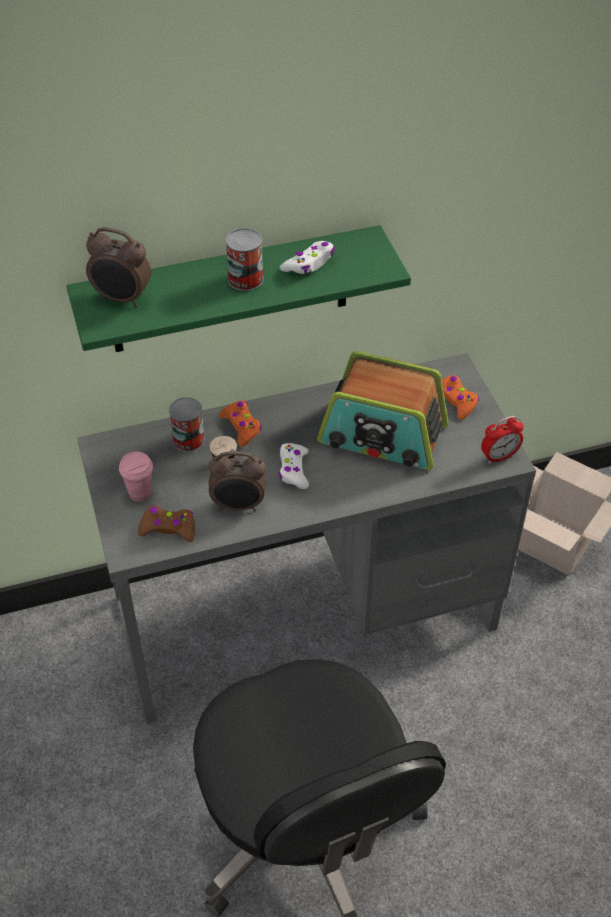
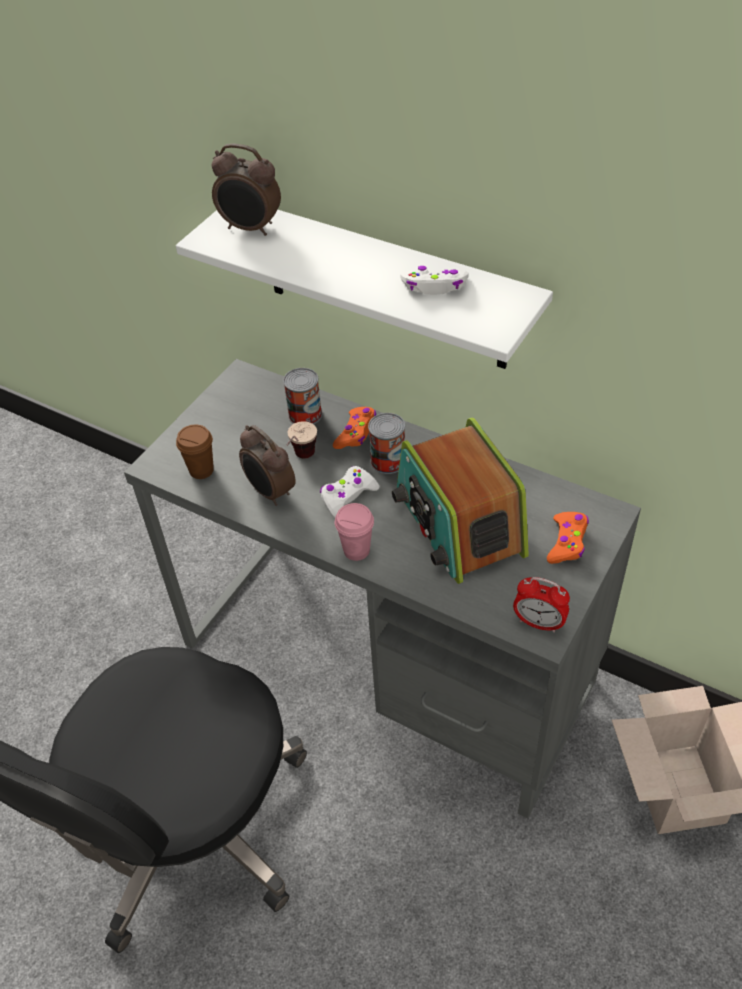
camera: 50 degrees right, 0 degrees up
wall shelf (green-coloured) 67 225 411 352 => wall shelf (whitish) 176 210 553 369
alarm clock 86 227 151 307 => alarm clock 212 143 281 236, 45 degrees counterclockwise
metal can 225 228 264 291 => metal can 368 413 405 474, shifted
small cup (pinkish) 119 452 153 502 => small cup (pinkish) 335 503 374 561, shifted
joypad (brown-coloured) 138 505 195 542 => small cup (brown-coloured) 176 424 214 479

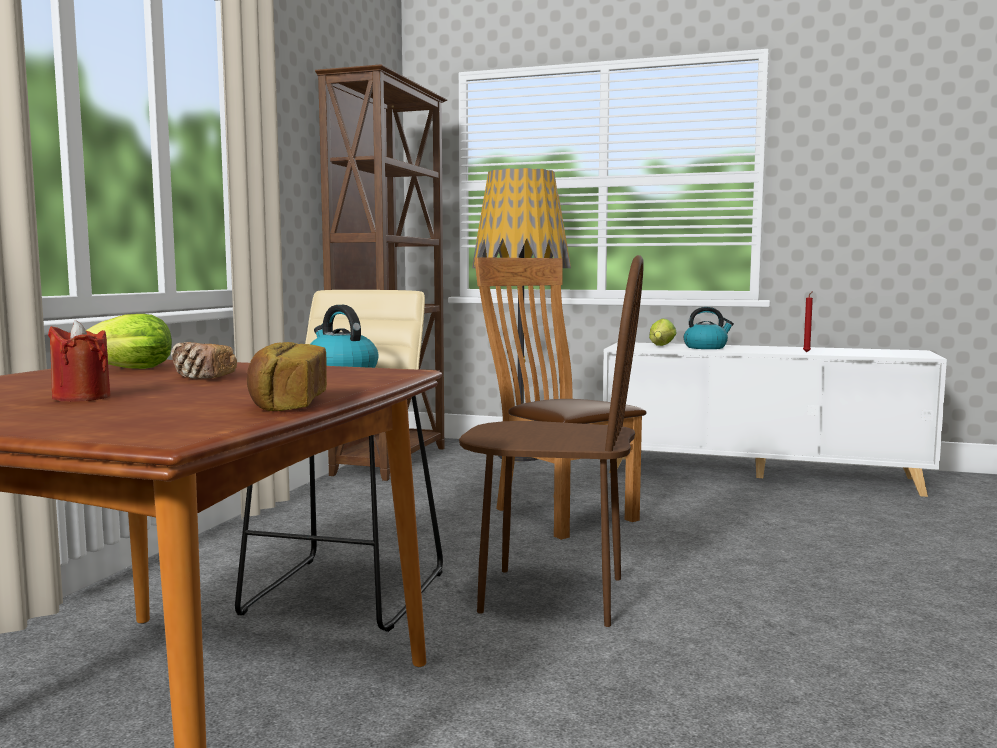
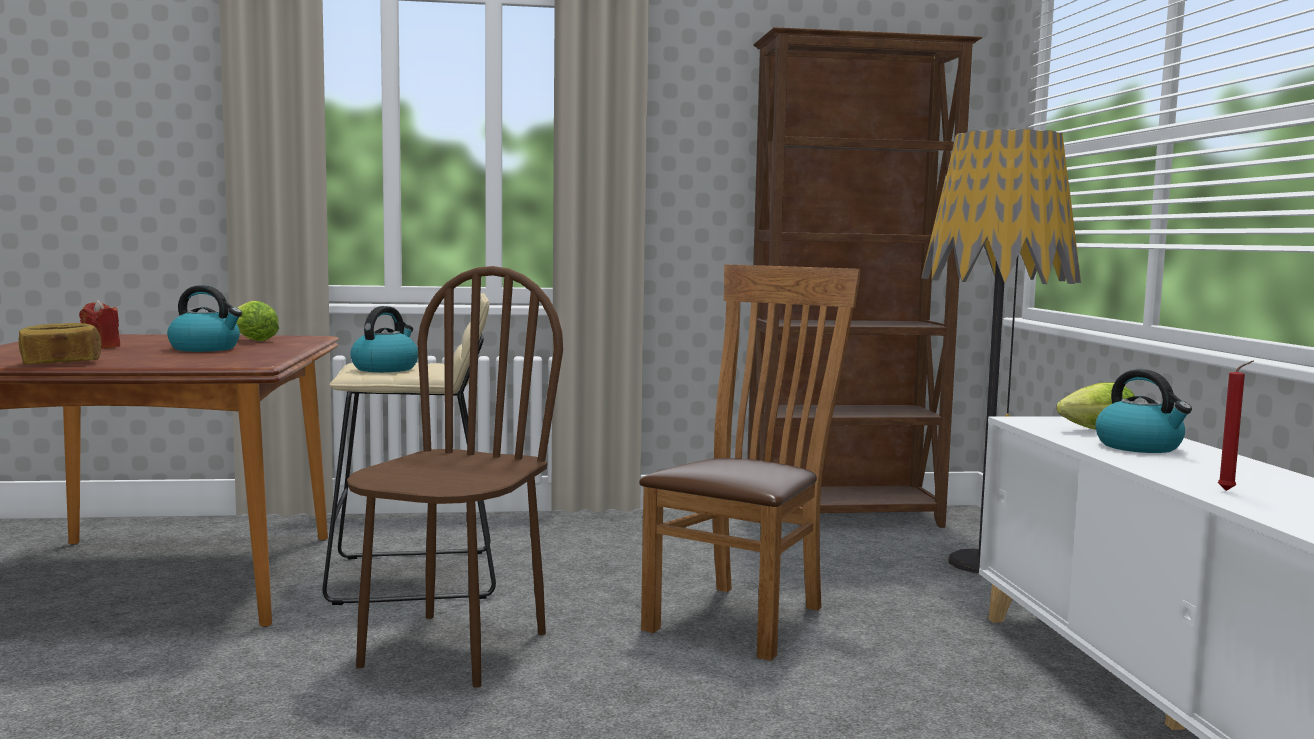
camera: 65 degrees right, 0 degrees up
plain chair (brown-coloured) 459 255 644 627 => plain chair (brown-coloured) 347 266 563 688, 150 degrees counterclockwise
bakery bread 171 342 237 379 => kettle 167 285 242 352

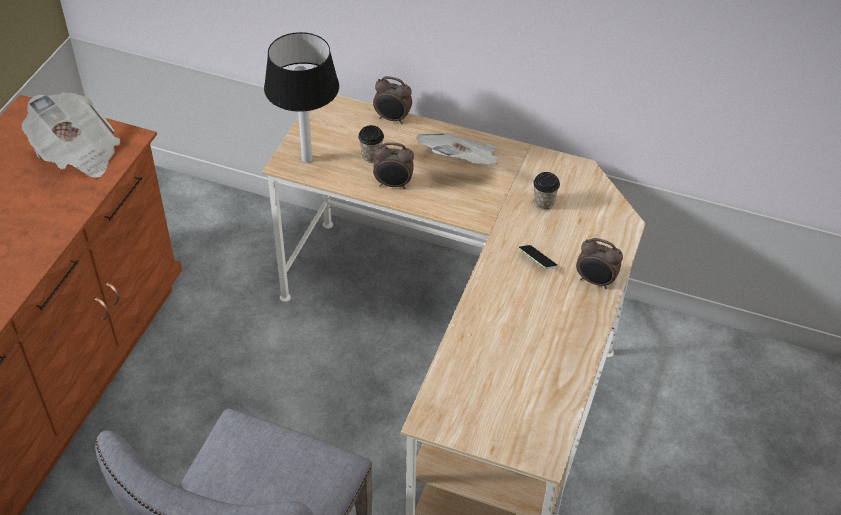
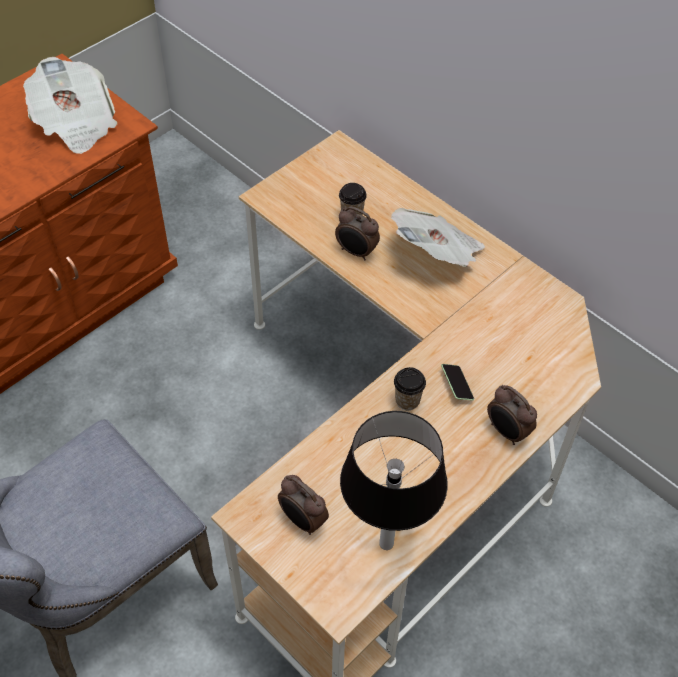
camera: 25 degrees right, 5 degrees up
lamp for a table 264 32 339 163 => lamp for a table 340 411 448 550, shifted
alarm clock 373 76 412 124 => alarm clock 278 475 329 535, shifted
small cup 533 172 560 210 => small cup 394 367 426 410, shifted

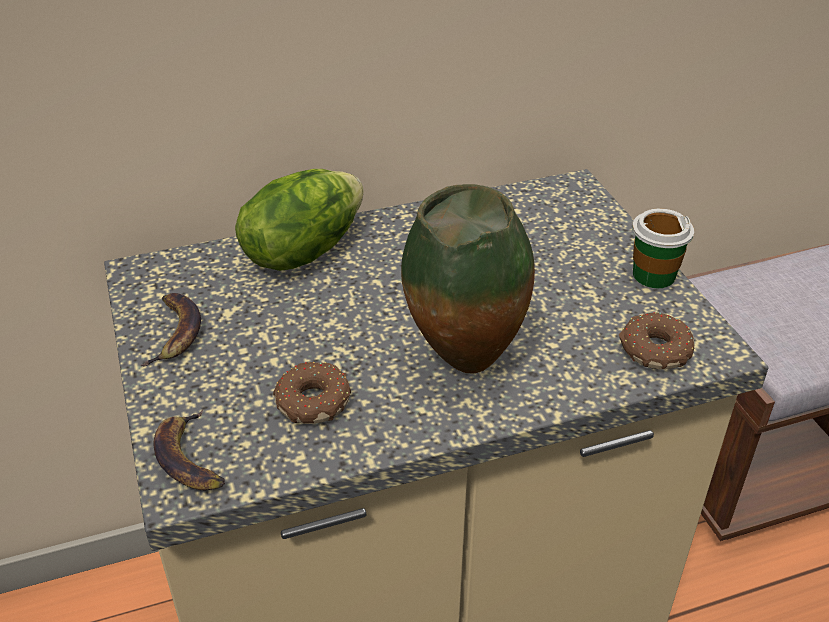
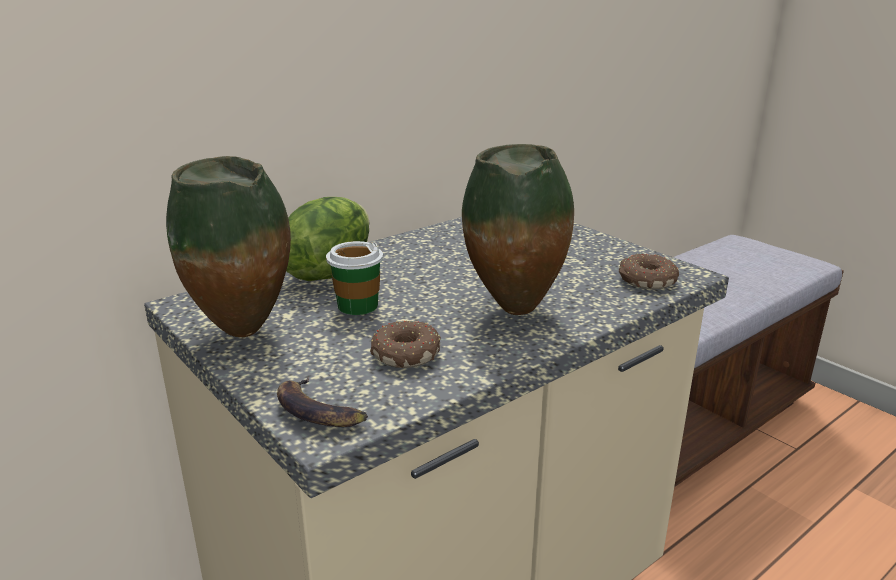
camera: 20 degrees left, 15 degrees down
small cup 632 209 694 288 => small cup 326 241 383 315, shifted
whole banana 141 293 201 366 => vase 166 156 291 337

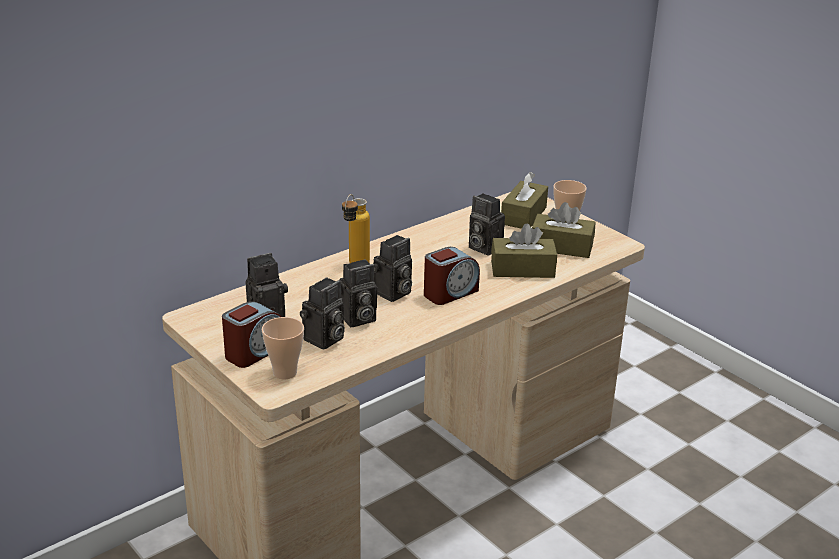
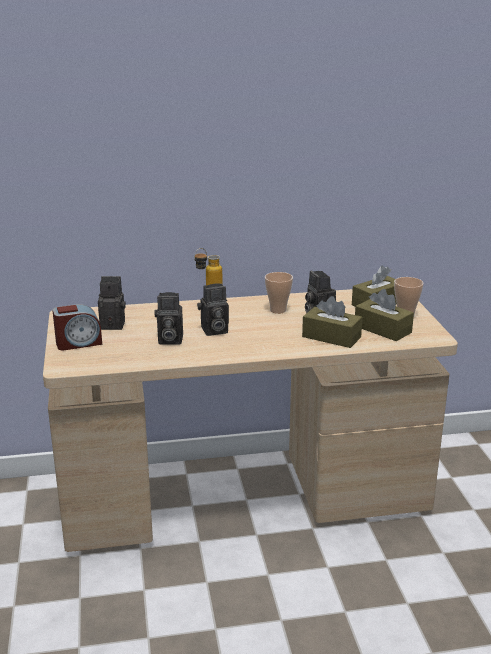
camera: 30 degrees right, 5 degrees down
alarm clock 424 247 480 305 => nothing
still camera 300 277 345 350 => nothing
small cup 262 317 304 380 => small cup 265 272 293 314, shifted

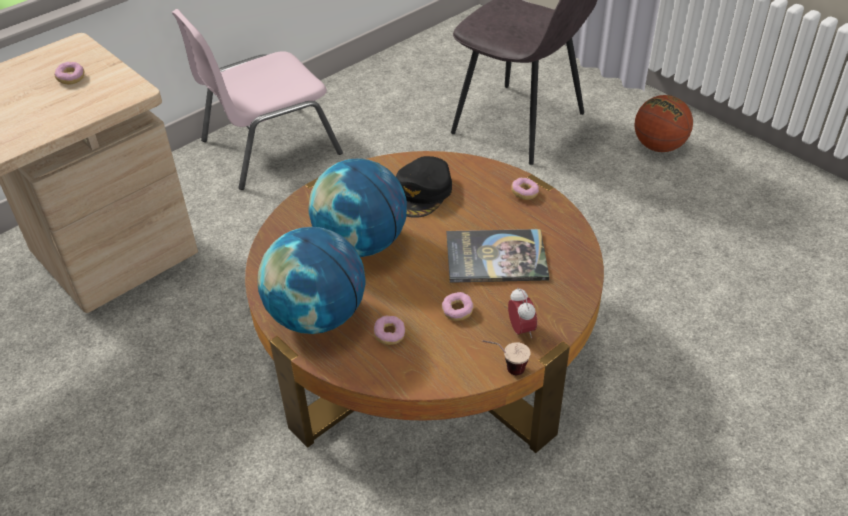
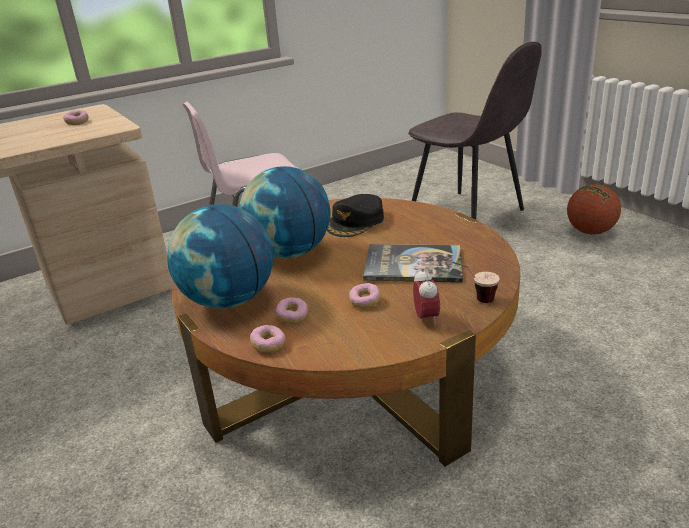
camera: 10 degrees right, 15 degrees down
ring doughnut 511 178 539 200 => ring doughnut 250 325 286 353, shifted
small cup 482 340 530 375 => small cup 452 262 500 303, shifted

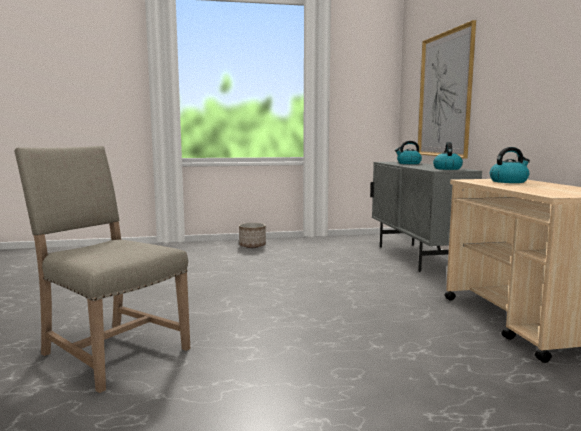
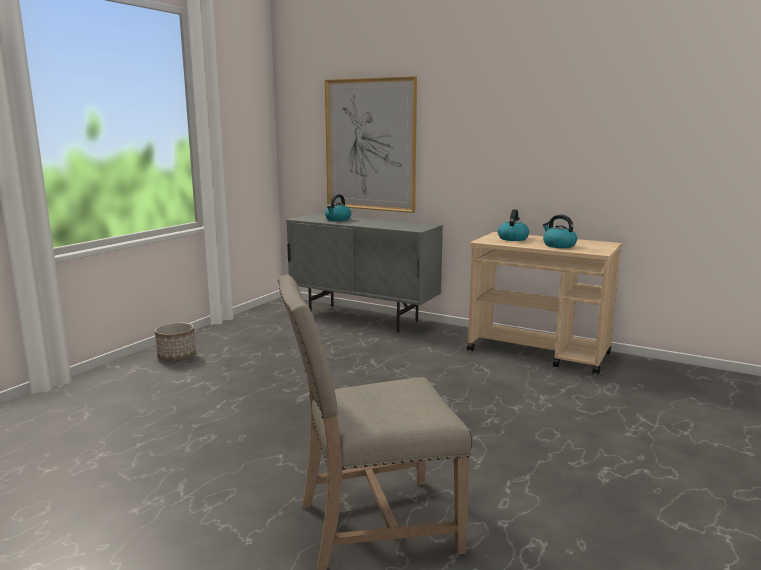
camera: 50 degrees left, 5 degrees up
kettle 433 142 463 170 => kettle 543 215 577 248, shifted

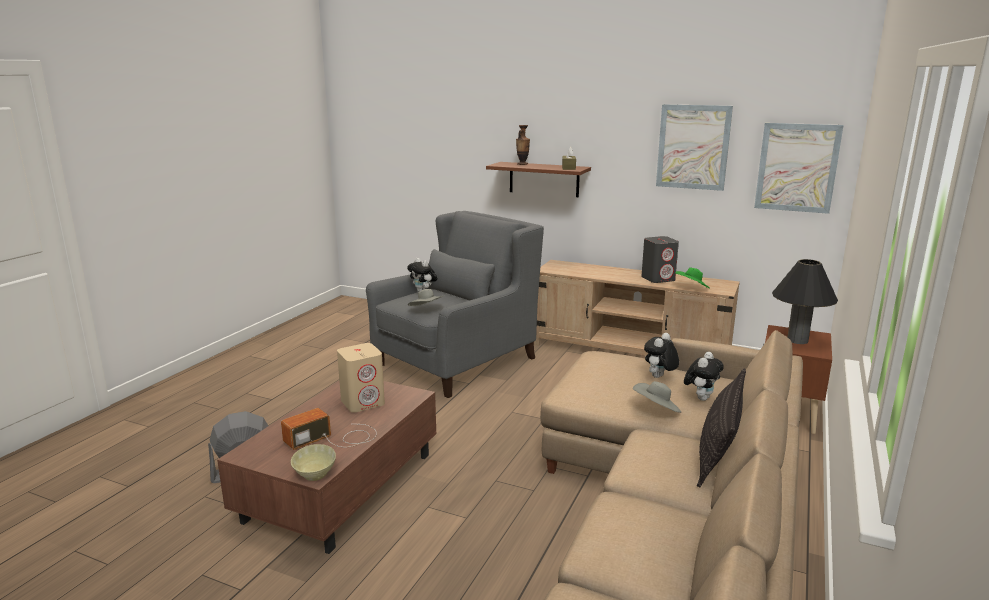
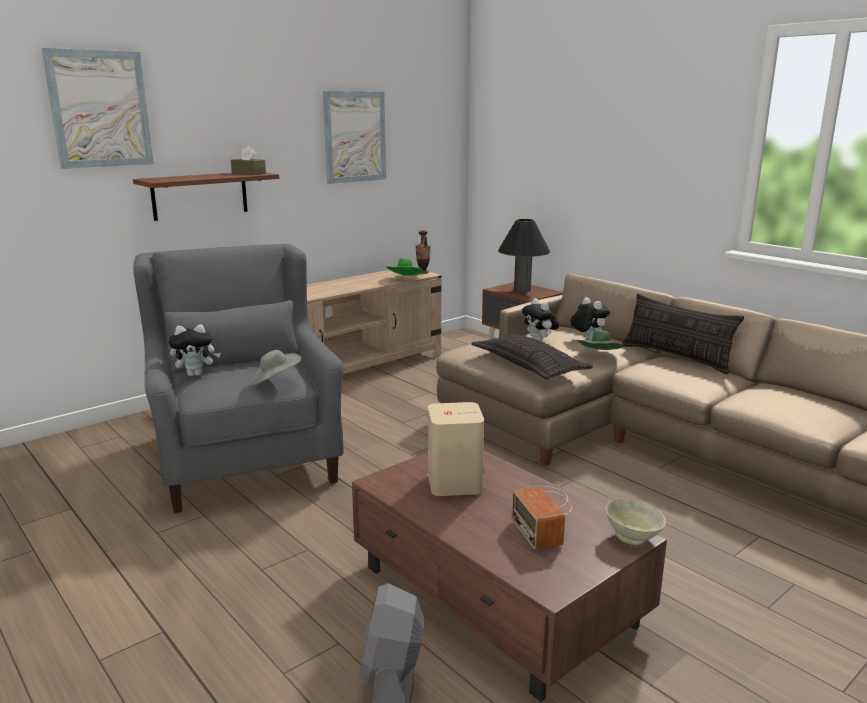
camera: 65 degrees left, 0 degrees up
picture 754 123 843 214 => picture 41 48 154 169, shifted
vase 516 125 530 165 => vase 415 230 431 274, shifted
audio speaker (greyish) 641 236 679 283 => nothing
clothing hat (greyish) 633 381 682 413 => clothing hat (green-coloured) 577 330 624 350
nothing => pillow 471 334 593 380

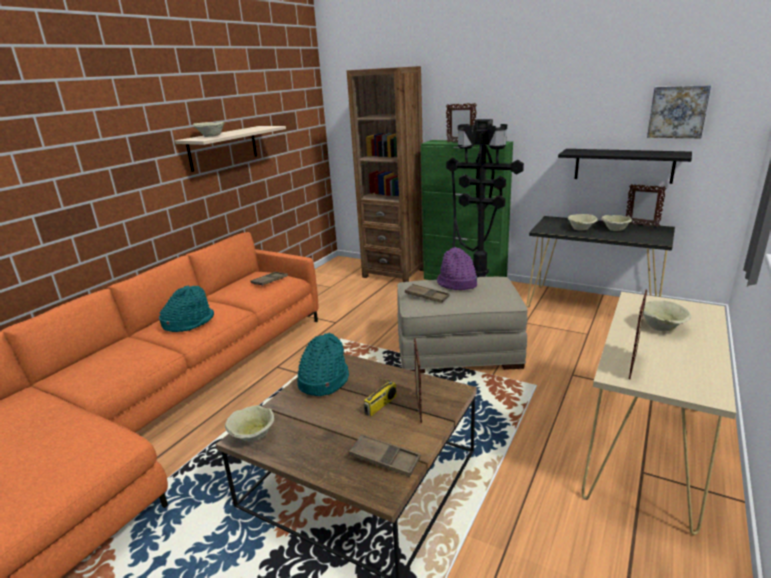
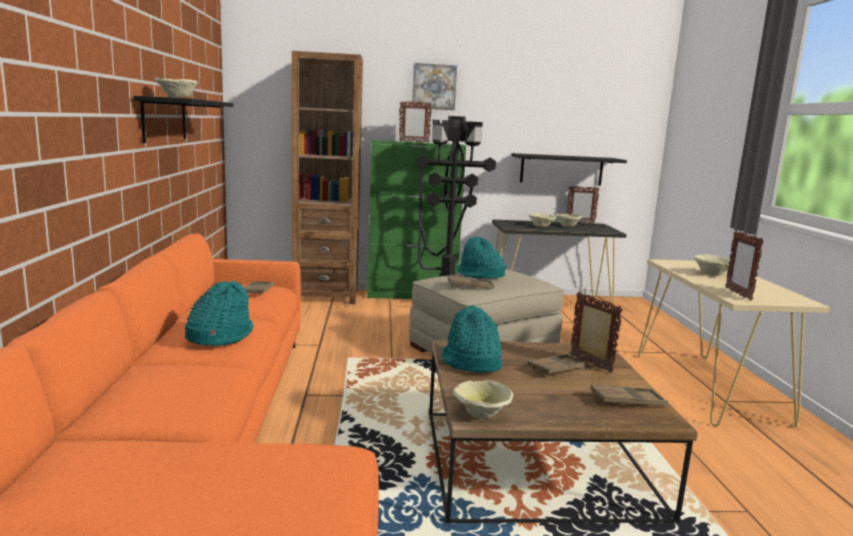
camera: 35 degrees left, 10 degrees down
picture 647 85 711 138 => picture 412 63 457 110, shifted
wall shelf (sand-coloured) 175 126 286 172 => wall shelf (black-coloured) 134 96 233 143
clothing hat (purple) 437 247 477 290 => clothing hat (blue-green) 457 236 506 279
radio set 364 375 397 416 => serving tray (brown-coloured) 528 354 588 375

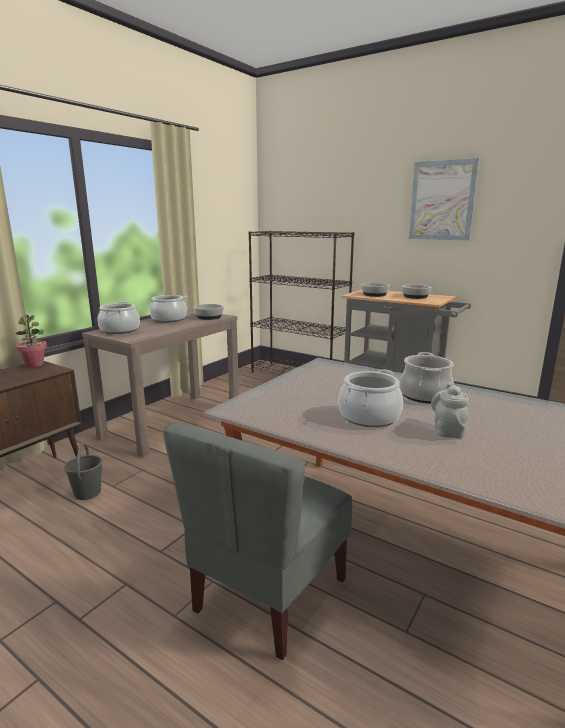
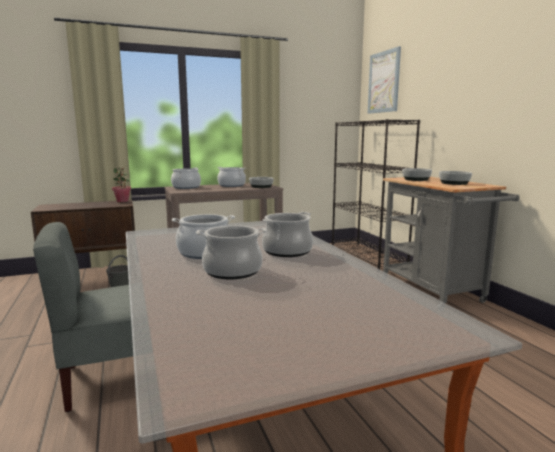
camera: 35 degrees right, 5 degrees down
picture 409 158 480 240 => picture 368 46 401 114, shifted
tea pot (greyish) 431 382 469 438 => saucepot 196 226 267 279

